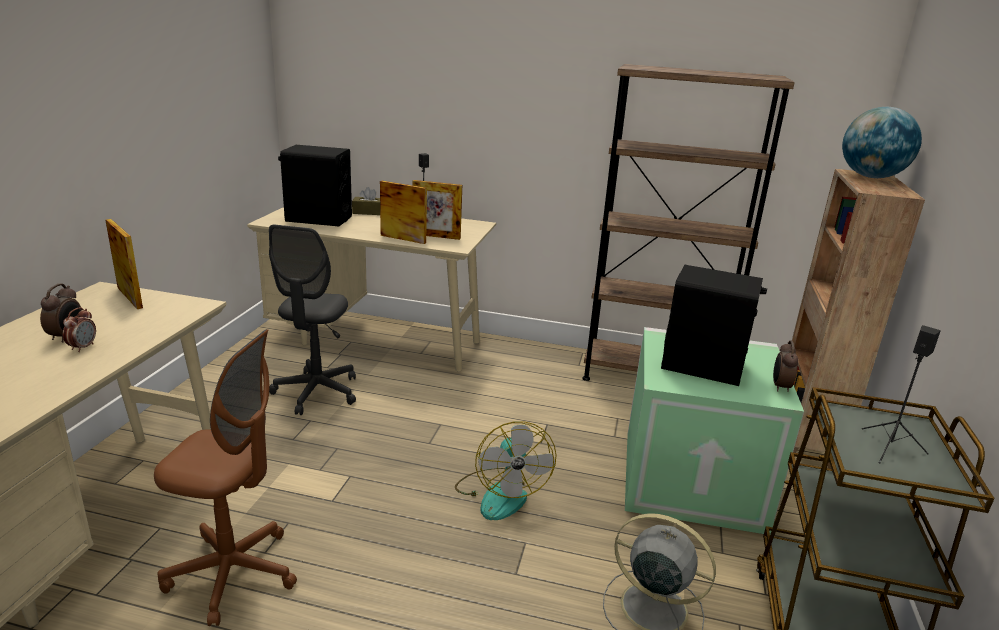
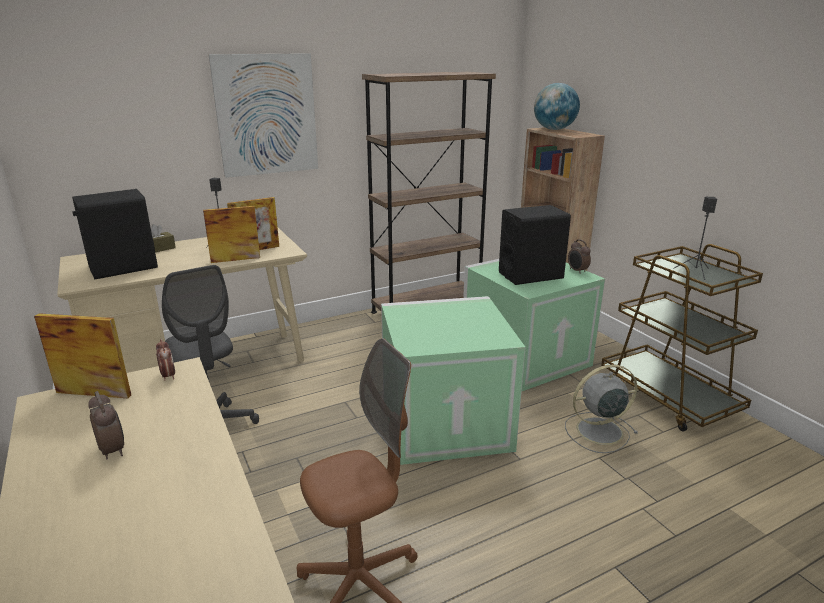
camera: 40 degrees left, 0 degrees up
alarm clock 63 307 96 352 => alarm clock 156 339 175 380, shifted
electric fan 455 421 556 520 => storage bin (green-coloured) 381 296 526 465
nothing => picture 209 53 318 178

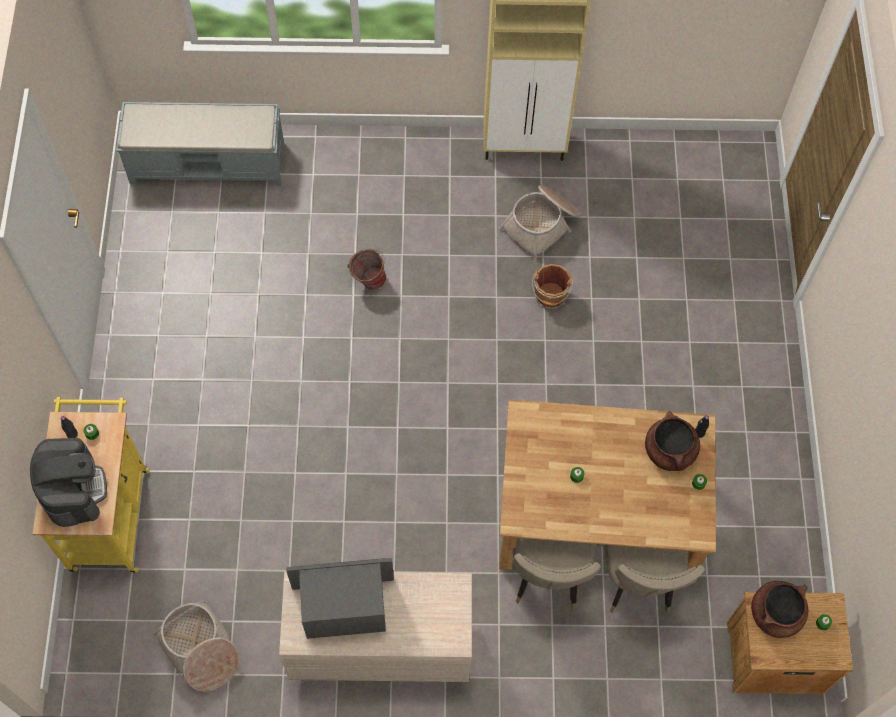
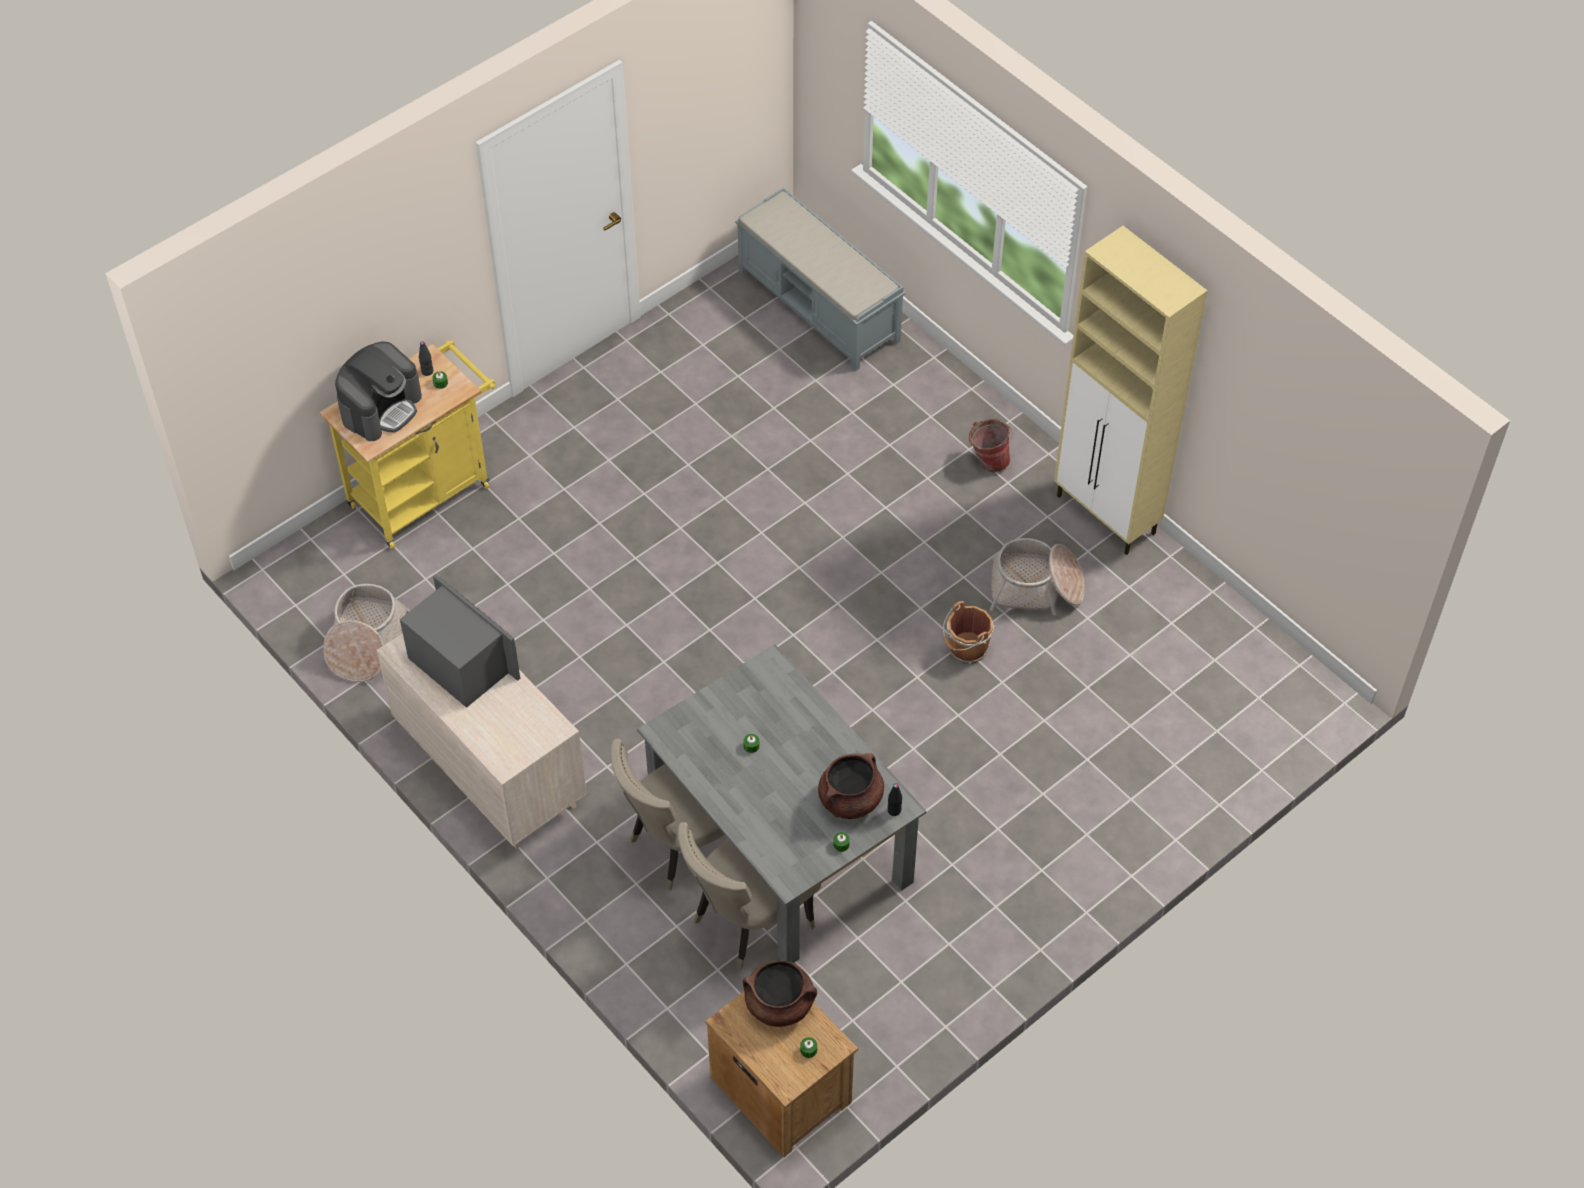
camera: 50 degrees right, 10 degrees down
pail 348 249 386 290 => pail 969 419 1013 472, shifted
dining table (brown-coloured) 499 399 716 570 => dining table (greyish) 637 644 926 963

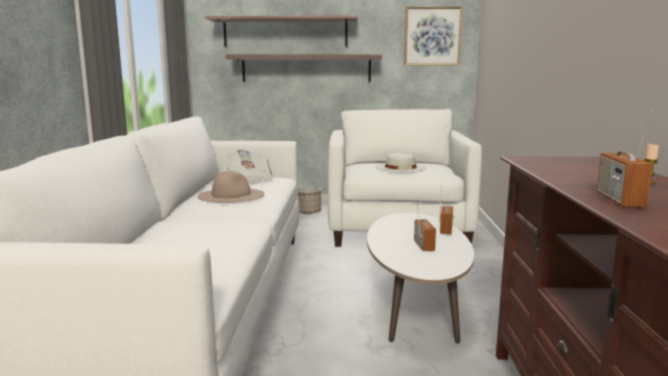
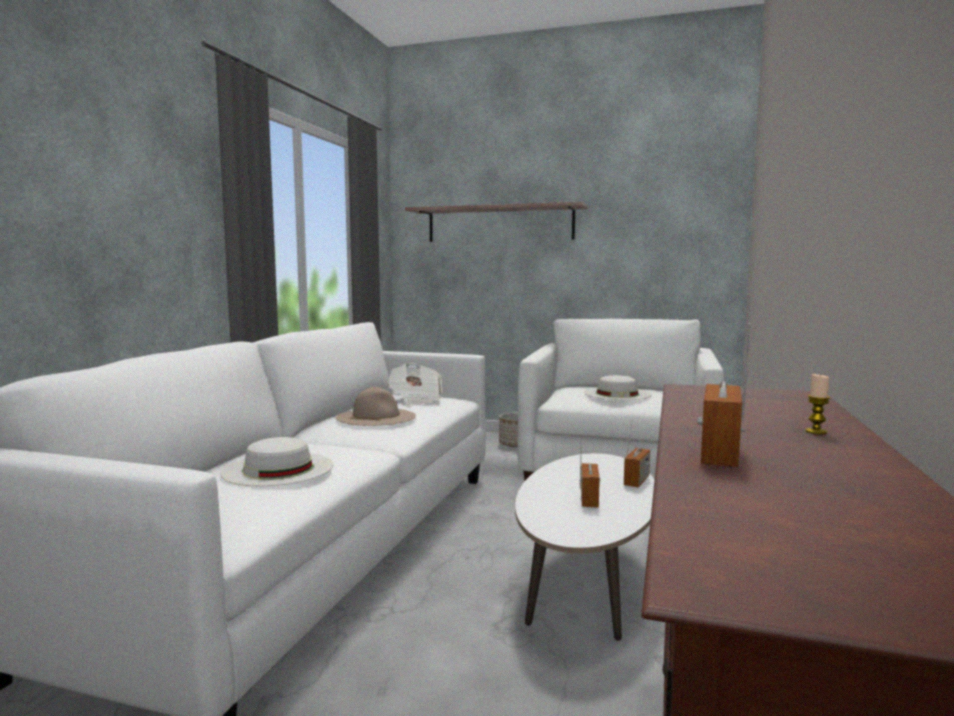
camera: 15 degrees right, 5 degrees down
picture 404 7 463 66 => nothing
wall shelf 226 54 382 82 => nothing
nothing => clothing hat (whitish) 221 437 333 486

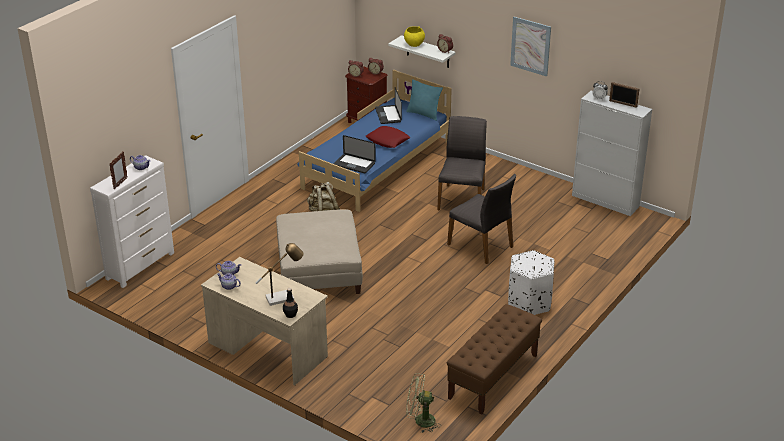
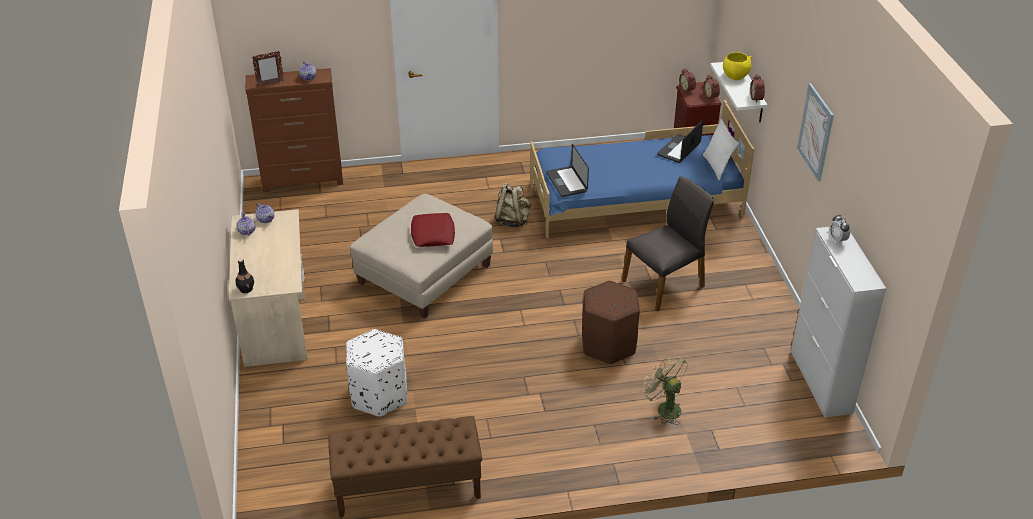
camera: 45 degrees right, 5 degrees up
pillow (blue-green) 406 79 443 121 => pillow (whitish) 703 119 739 180
photo frame 609 82 639 108 => nothing
pillow (reddish) 366 126 410 148 => pillow (reddish) 411 213 455 247, shifted
dresser (whitish) 90 155 174 288 => dresser (brown-coloured) 245 68 343 192
plain chair (greyish) 447 174 516 264 => footrest (brown-coloured) 582 281 640 364
lamp for a table 255 243 304 306 => nothing
footrest (whitish) 508 250 555 315 => footrest (whitish) 346 329 407 417, shifted
electric fan (green-coloured) 406 373 441 433 => electric fan (green-coloured) 641 355 688 425, shifted

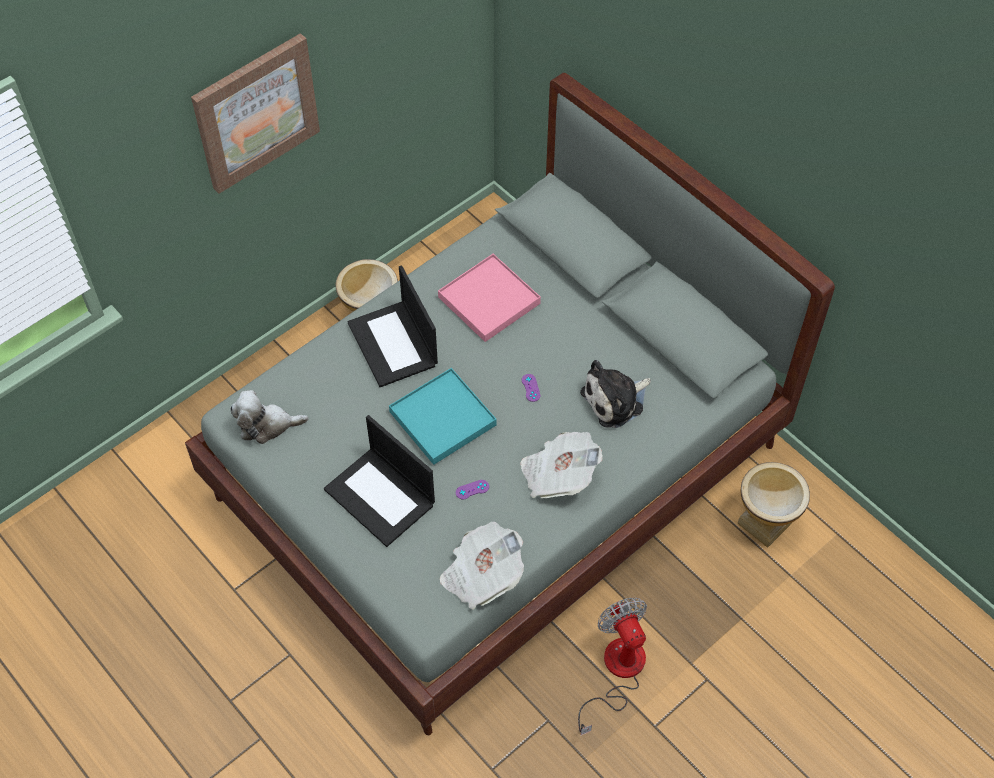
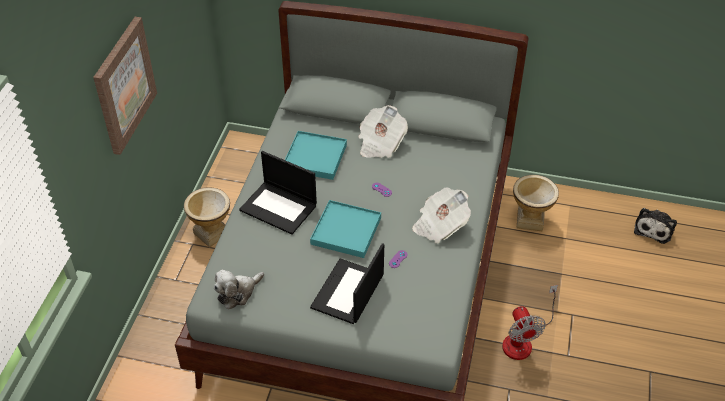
camera: 35 degrees left, 10 degrees down
serving tray (pinkish) 438 254 541 342 => serving tray (blue-green) 285 131 347 180
soft toy 580 360 651 428 => soft toy 634 208 677 244, shifted
notebook computer 324 415 435 547 => notebook computer 310 243 384 324, 105 degrees clockwise
daily paper 440 522 524 610 => daily paper 359 105 408 158, shifted
electric fan 578 598 647 735 => electric fan 502 285 558 360, 135 degrees counterclockwise

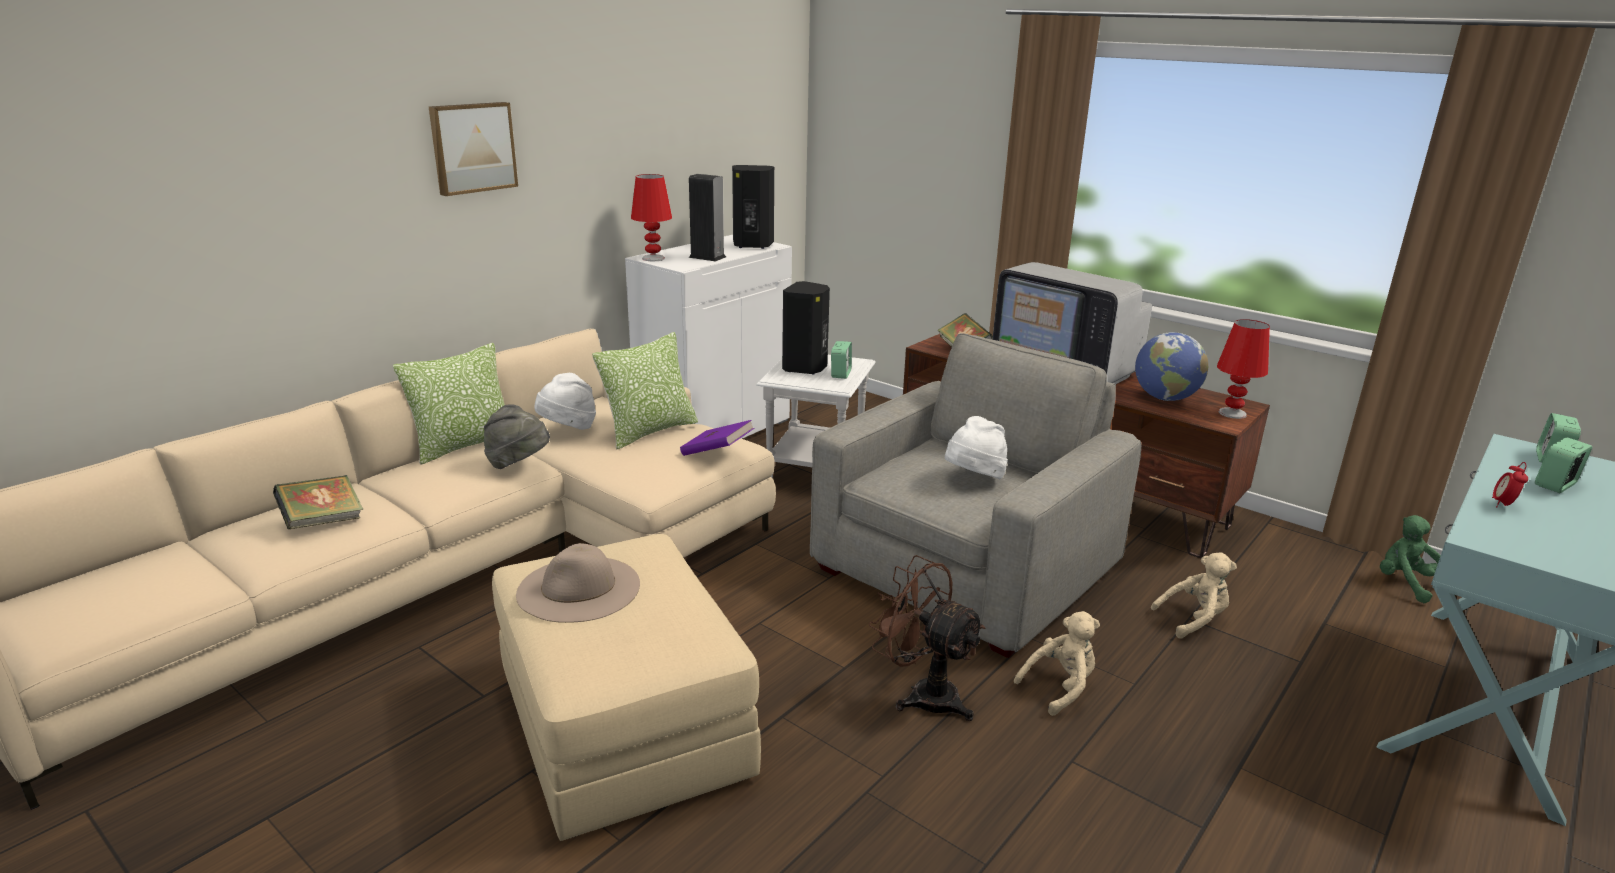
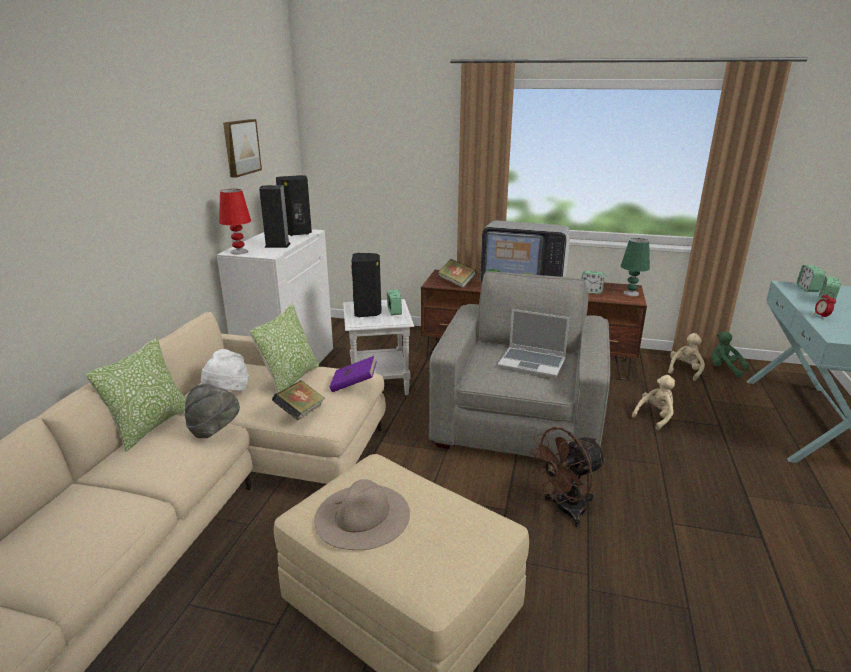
camera: 25 degrees left, 0 degrees up
picture 429 102 518 196 => picture 223 119 262 178, shifted
lamp for a table (reddish) 1217 319 1270 419 => lamp for a table (green-coloured) 621 238 650 296
desk globe 1135 332 1208 401 => alarm clock 582 271 605 294
clothing hat (whitish) 945 416 1008 479 => notebook computer 497 309 570 378
volume 273 475 363 529 => volume 272 380 325 420, shifted
electric fan (brown-coloured) 869 555 986 721 => electric fan (brown-coloured) 528 427 606 527, 45 degrees counterclockwise
soft toy (sand-coloured) 1014 611 1100 716 => soft toy (sand-coloured) 668 333 705 381, shifted

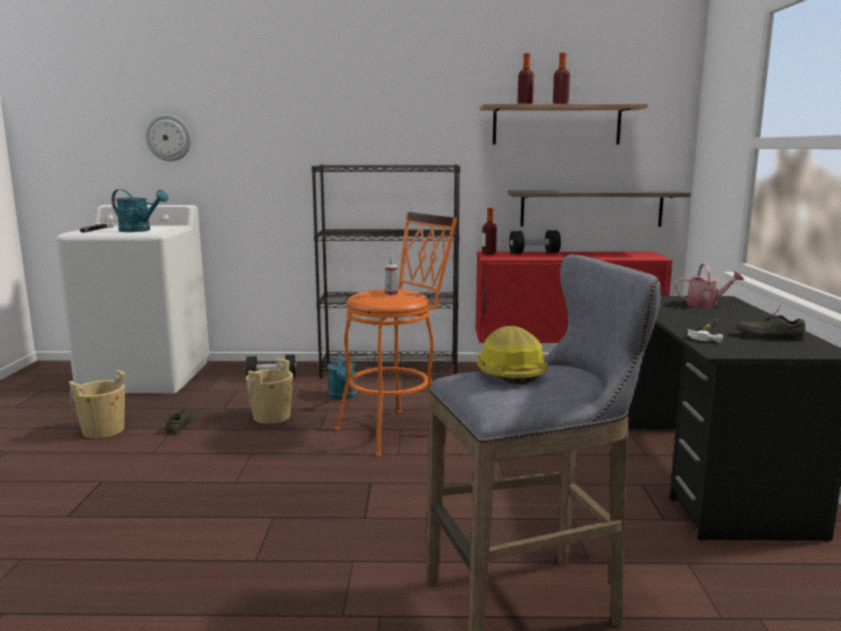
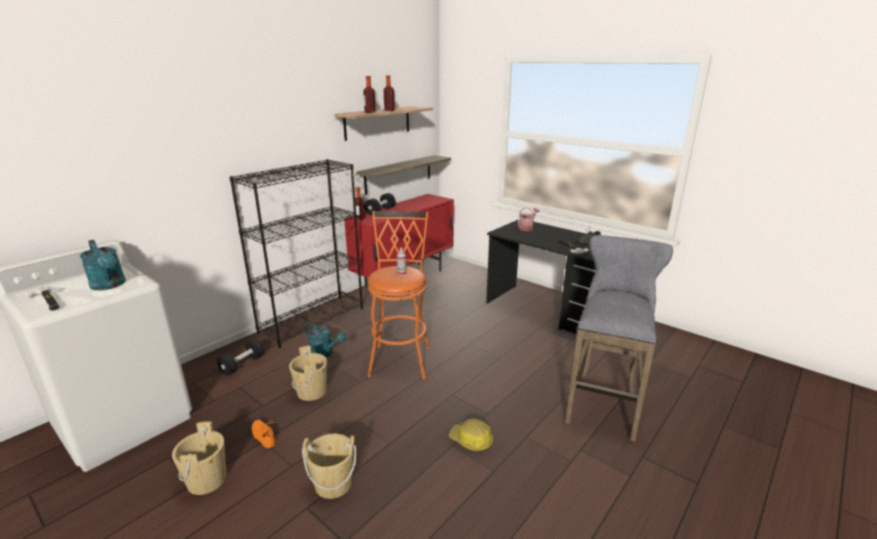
camera: 50 degrees left, 10 degrees up
wall clock 145 114 191 161 => nothing
watering pot (blue-green) 112 189 168 232 => watering pot (blue-green) 80 240 126 290, 75 degrees clockwise
work helmet 476 326 548 385 => work helmet 449 418 493 451, shifted
shoe (greyish) 166 410 195 435 => shoe (orangey) 252 420 275 448
nothing => pail (sand-coloured) 302 434 357 499

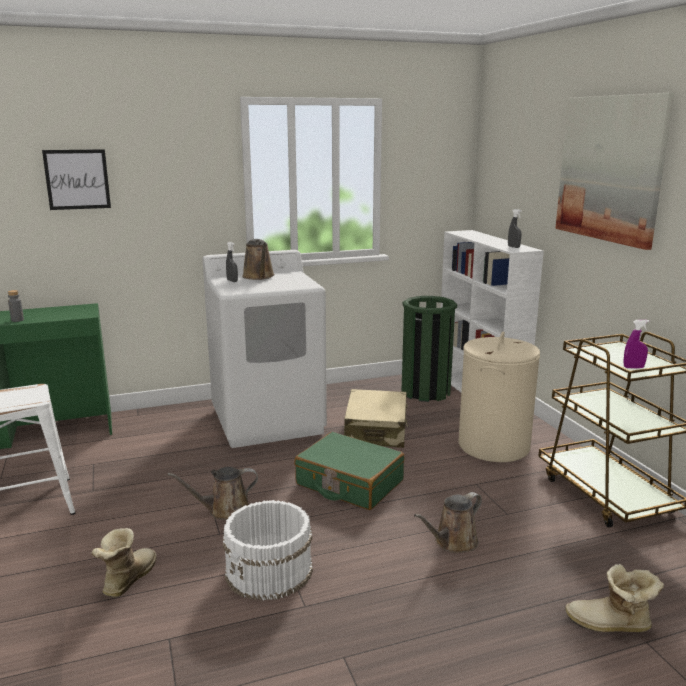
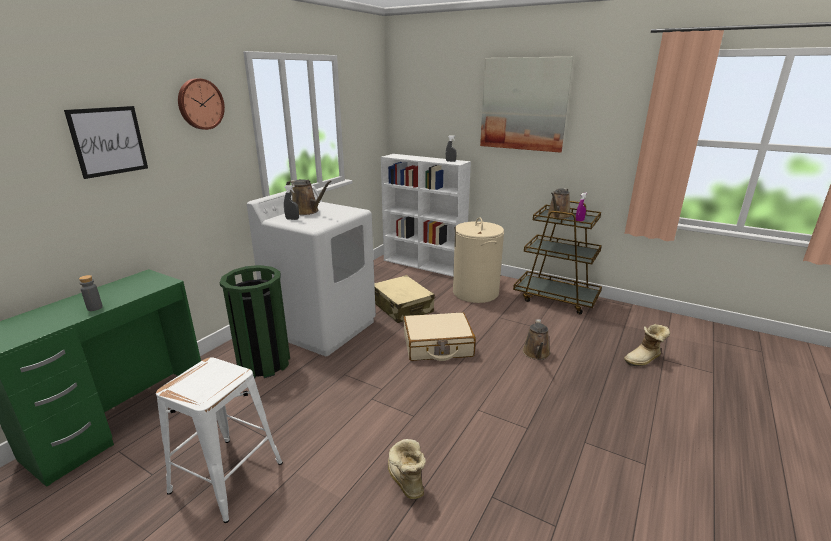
camera: 40 degrees left, 5 degrees up
trash can (green-coloured) 401 296 457 402 => trash can (green-coloured) 220 265 290 378, shifted
travel case (green-coloured) 294 432 404 510 => travel case (sand-coloured) 403 312 476 361
watering pot (brown-coloured) 168 467 258 520 => watering pot (brown-coloured) 547 189 571 219, shifted
pail (whitish) 223 500 313 601 => nothing
nothing => wall clock 178 78 225 130

